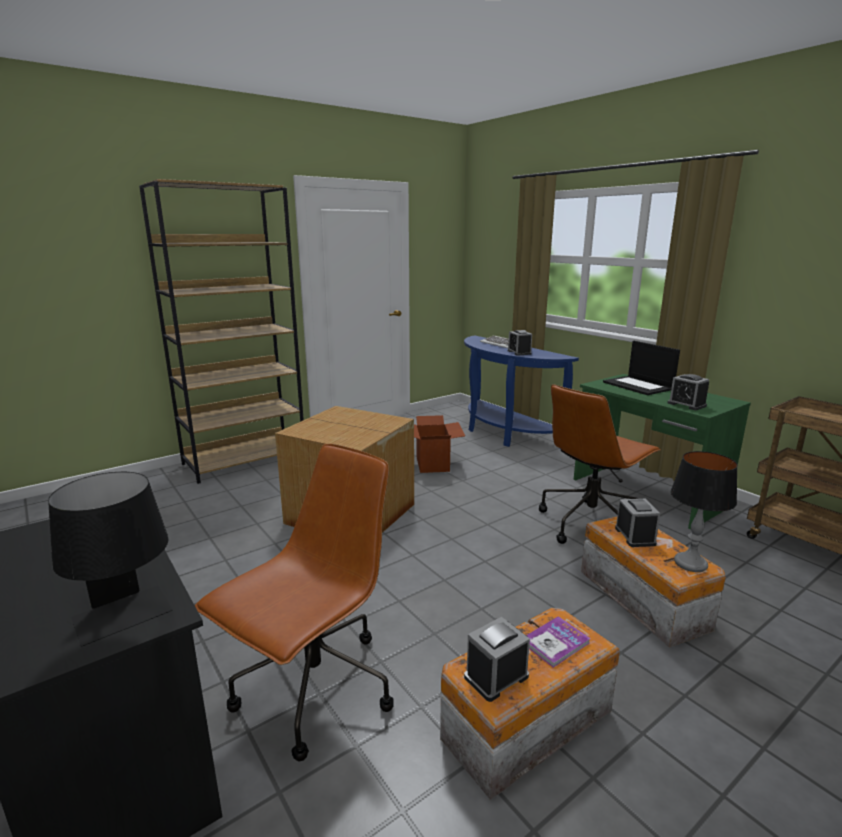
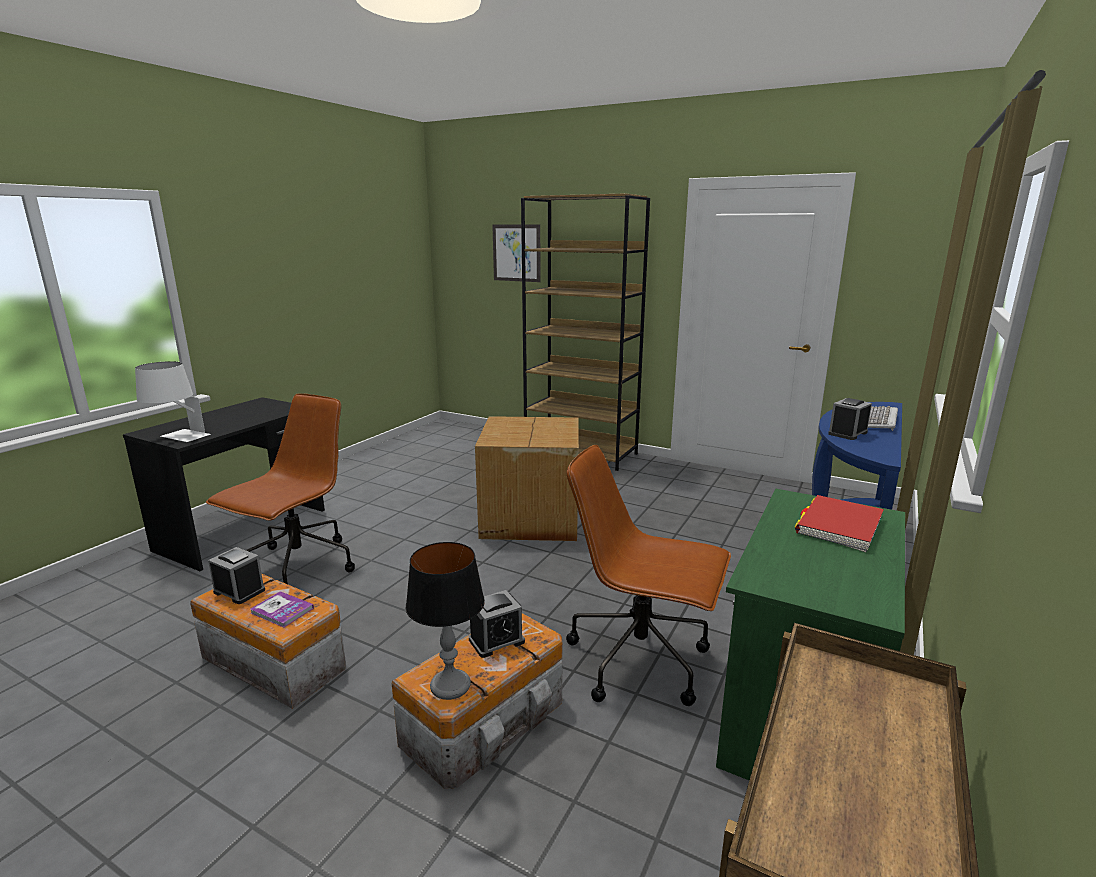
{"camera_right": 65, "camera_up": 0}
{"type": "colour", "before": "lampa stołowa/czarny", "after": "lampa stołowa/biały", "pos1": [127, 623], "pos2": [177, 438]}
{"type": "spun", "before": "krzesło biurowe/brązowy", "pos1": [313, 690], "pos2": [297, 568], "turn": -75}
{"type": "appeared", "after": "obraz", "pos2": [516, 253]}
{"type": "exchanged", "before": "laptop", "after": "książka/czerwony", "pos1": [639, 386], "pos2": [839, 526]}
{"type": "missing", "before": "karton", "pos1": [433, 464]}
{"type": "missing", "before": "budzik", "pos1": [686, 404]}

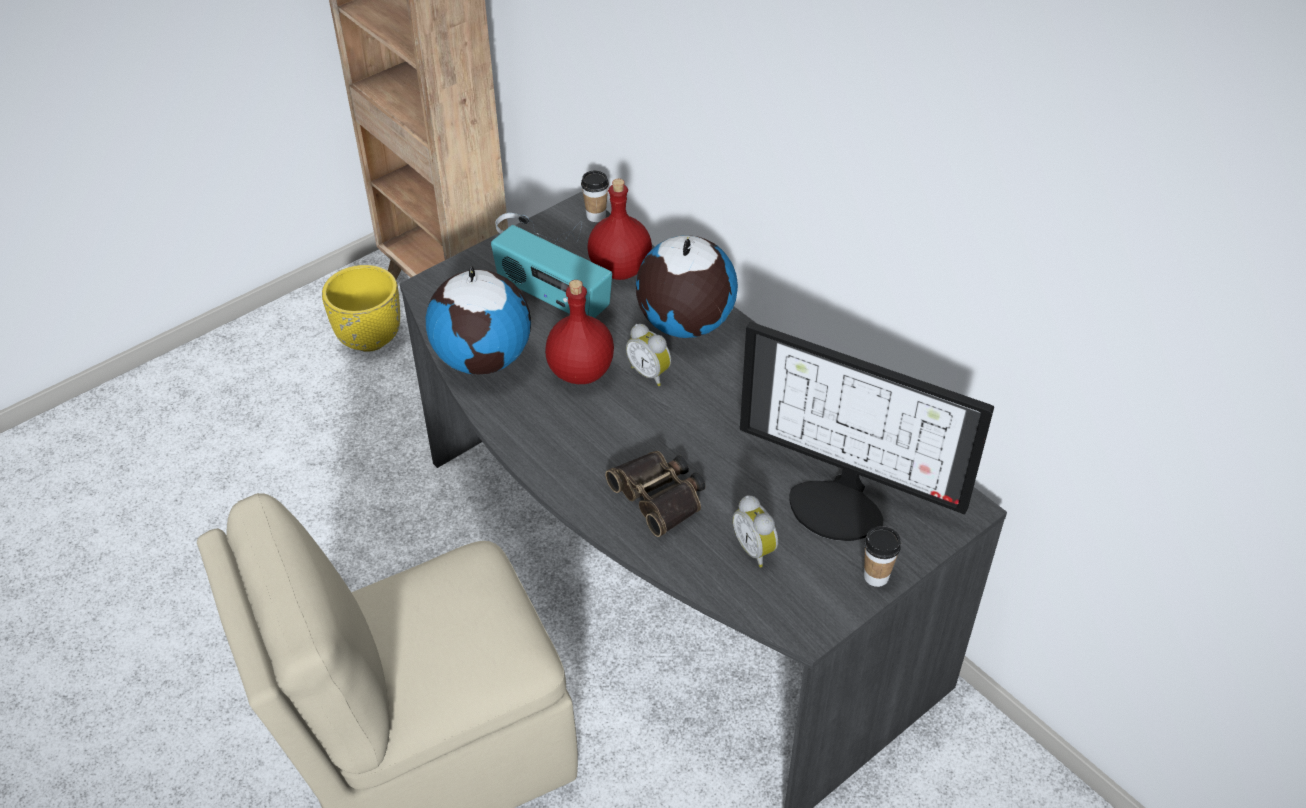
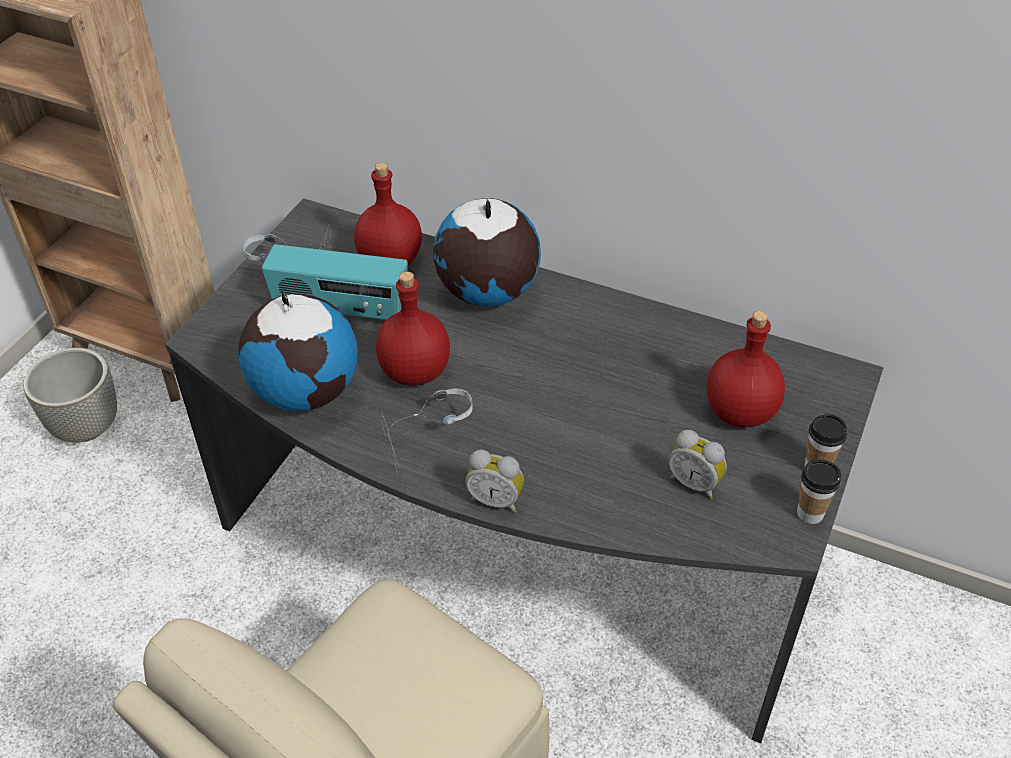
{"camera_right": -25, "camera_up": 0}
{"type": "colour", "before": "donica/żółty", "after": "donica/szary", "pos1": [370, 338], "pos2": [86, 426]}
{"type": "appeared", "after": "słuchawki", "pos2": [434, 443]}
{"type": "relocated", "before": "budzik", "pos1": [650, 373], "pos2": [496, 500]}
{"type": "exchanged", "before": "monitor", "after": "butelka/czerwony", "pos1": [840, 503], "pos2": [740, 411]}
{"type": "relocated", "before": "filiżanka", "pos1": [596, 216], "pos2": [810, 513]}
{"type": "missing", "before": "lornetka", "pos1": [660, 496]}

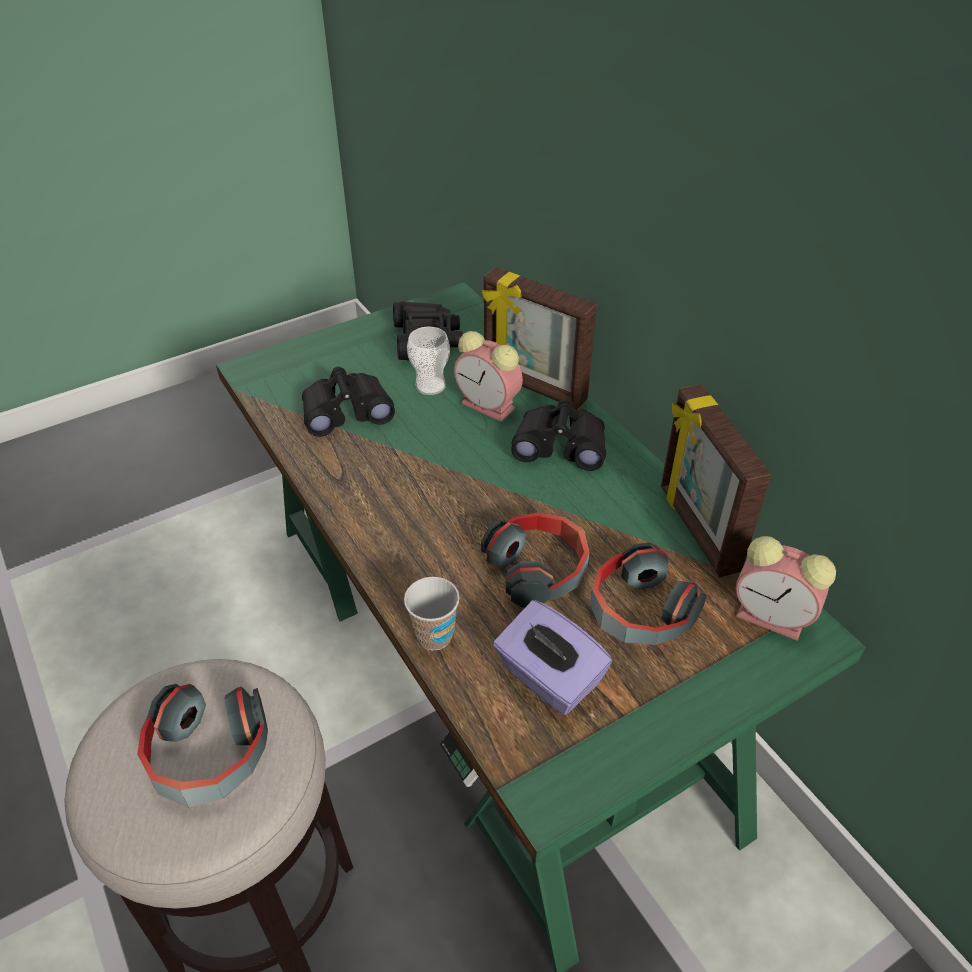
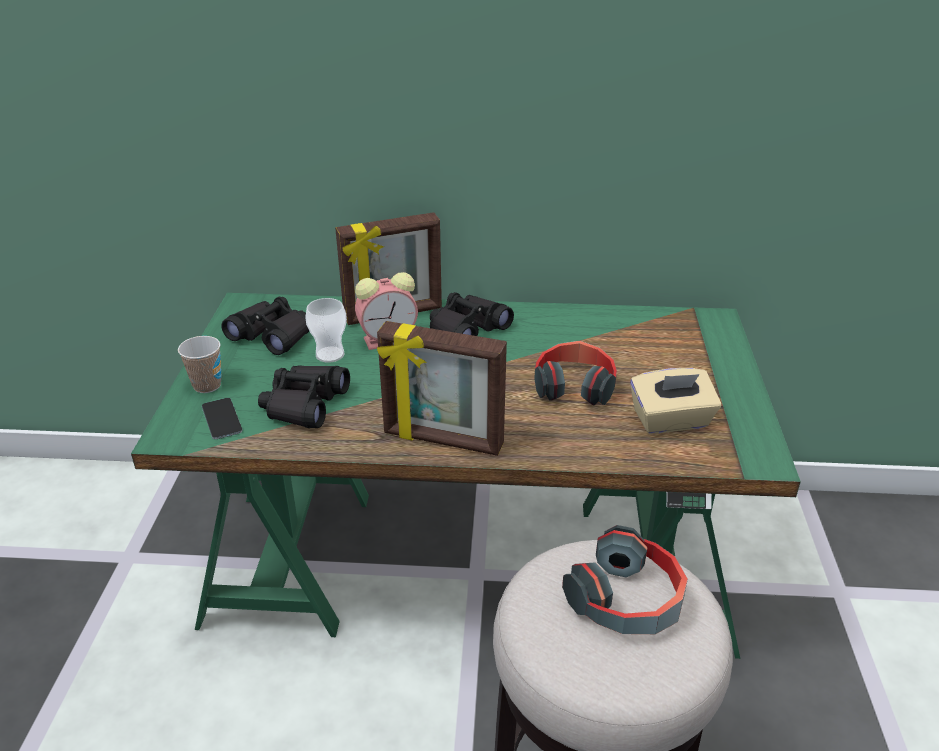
{"camera_right": -55, "camera_up": -10}
{"type": "relocated", "before": "filiżanka", "pos1": [434, 636], "pos2": [207, 385]}
{"type": "appeared", "after": "telefon", "pos2": [222, 419]}
{"type": "relocated", "before": "ramka na zdjęcie", "pos1": [696, 529], "pos2": [442, 440]}
{"type": "colour", "before": "pudełko chusteczek/fioletowy", "after": "pudełko chusteczek/beżowy", "pos1": [548, 678], "pos2": [671, 421]}
{"type": "missing", "before": "słuchawki", "pos1": [639, 611]}
{"type": "missing", "before": "budzik", "pos1": [774, 617]}

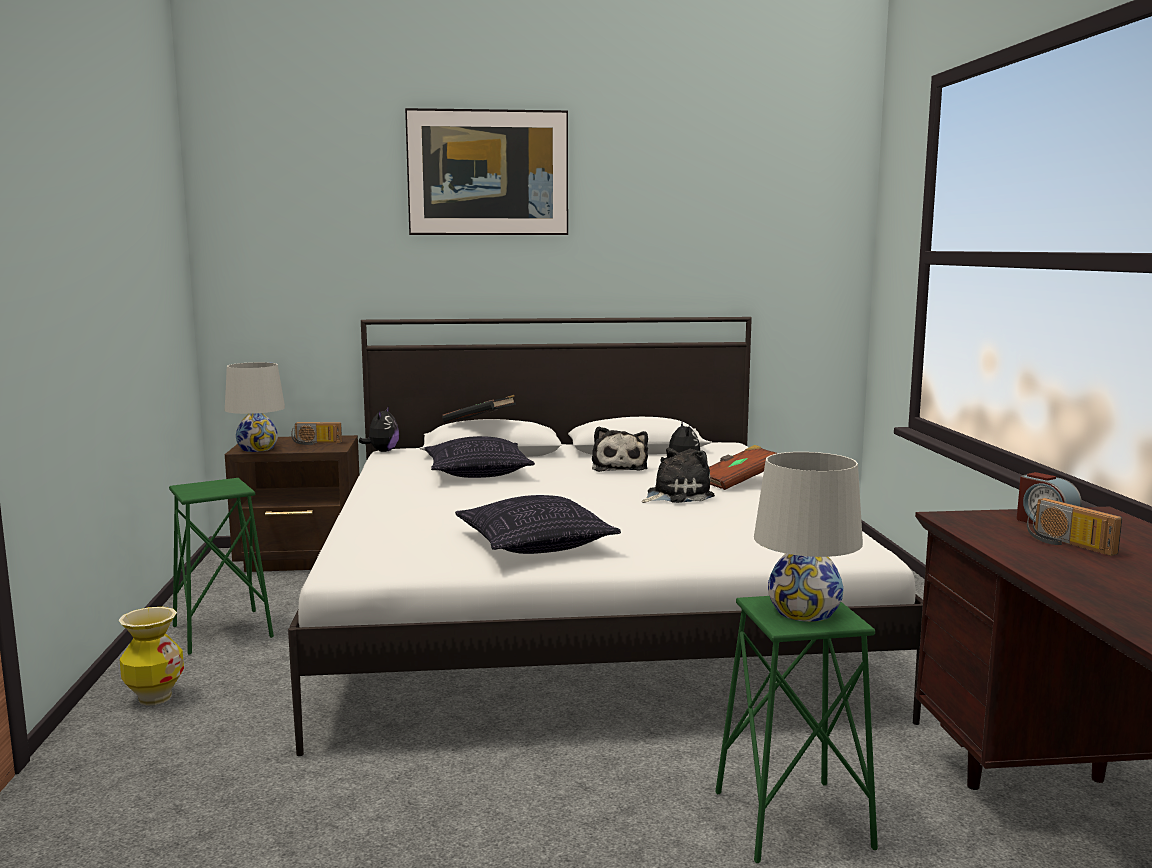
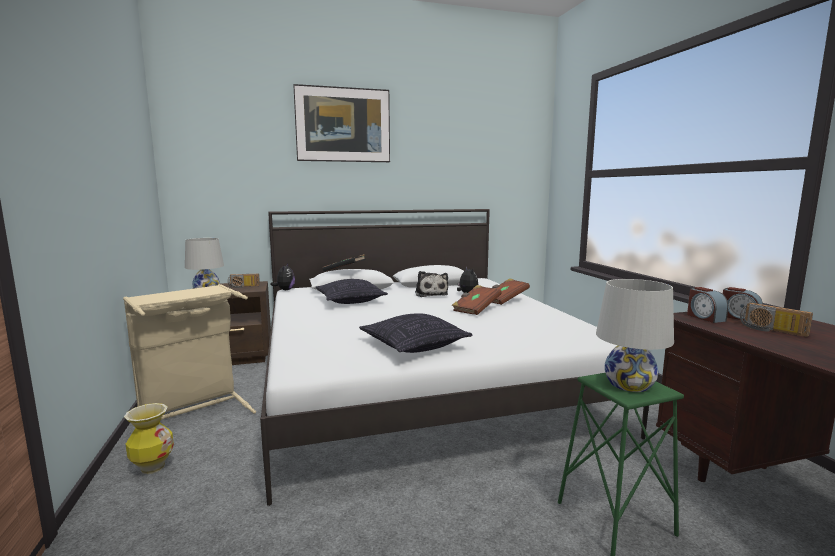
{"camera_right": -10, "camera_up": 0}
{"type": "exchanged", "before": "stołek/zielony", "after": "kosz na pranie/beżowy", "pos1": [223, 631], "pos2": [194, 411]}
{"type": "exchanged", "before": "pluszak", "after": "książka/brązowy", "pos1": [676, 495], "pos2": [475, 309]}
{"type": "appeared", "after": "budzik", "pos2": [705, 317]}

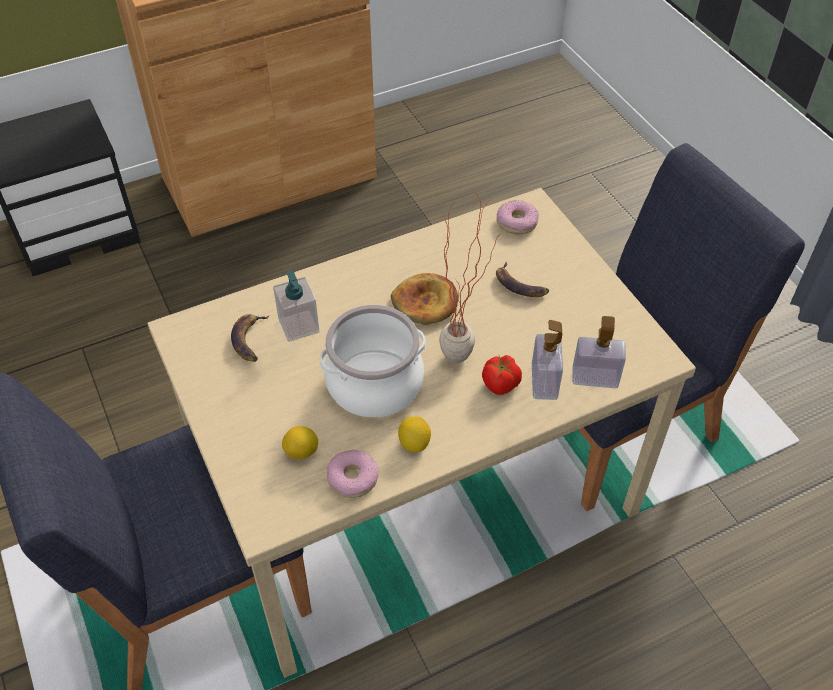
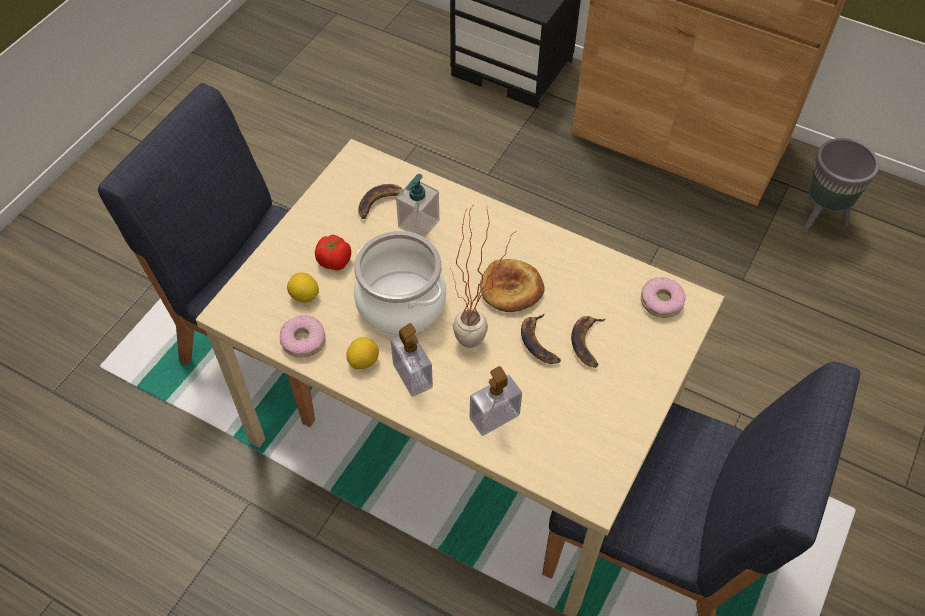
{"camera_right": 55, "camera_up": 5}
{"type": "relocated", "before": "pomidor", "pos1": [501, 384], "pos2": [334, 262]}
{"type": "relocated", "before": "dozownik mydła", "pos1": [595, 377], "pos2": [412, 376]}
{"type": "appeared", "after": "banan", "pos2": [539, 342]}
{"type": "appeared", "after": "donica/szary", "pos2": [820, 218]}

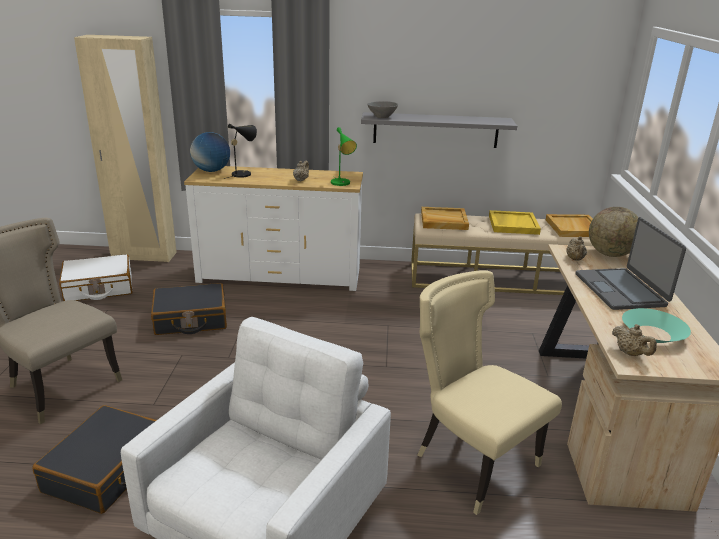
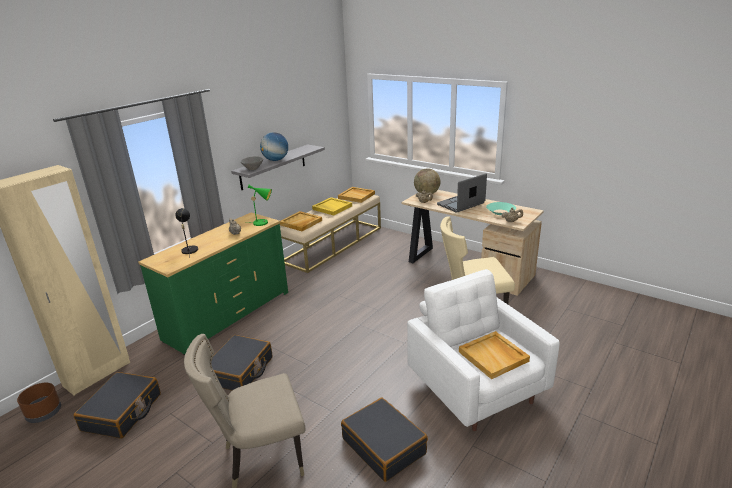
{"camera_right": -55, "camera_up": 0}
{"type": "appeared", "after": "donica/brązowy", "pos2": [44, 413]}
{"type": "colour", "before": "walizka/biały", "after": "walizka/czarny", "pos1": [99, 288], "pos2": [122, 412]}
{"type": "colour", "before": "komoda/biały", "after": "komoda/zielony", "pos1": [280, 275], "pos2": [228, 315]}
{"type": "relocated", "before": "globus", "pos1": [211, 171], "pos2": [275, 160]}
{"type": "spun", "before": "laptop", "pos1": [621, 290], "pos2": [461, 204], "turn": 120}
{"type": "appeared", "after": "taca/beżowy", "pos2": [494, 356]}

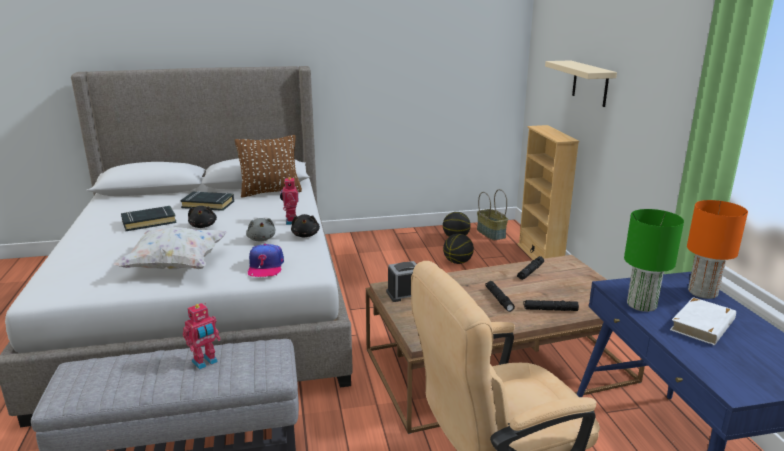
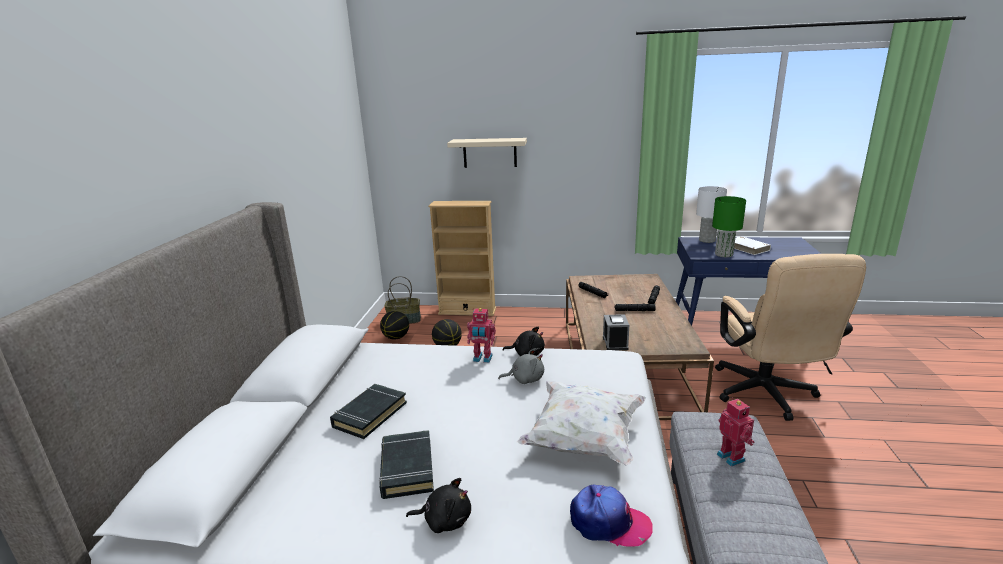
{"camera_right": -70, "camera_up": 0}
{"type": "relocated", "before": "pluszak/czarny", "pos1": [203, 226], "pos2": [445, 520]}
{"type": "relocated", "before": "czapka z daszkiem", "pos1": [265, 267], "pos2": [609, 523]}
{"type": "colour", "before": "lampa stołowa/pomarańczowy", "after": "lampa stołowa/biały", "pos1": [703, 292], "pos2": [707, 240]}
{"type": "missing", "before": "poduszka/brązowy", "pos1": [270, 192]}

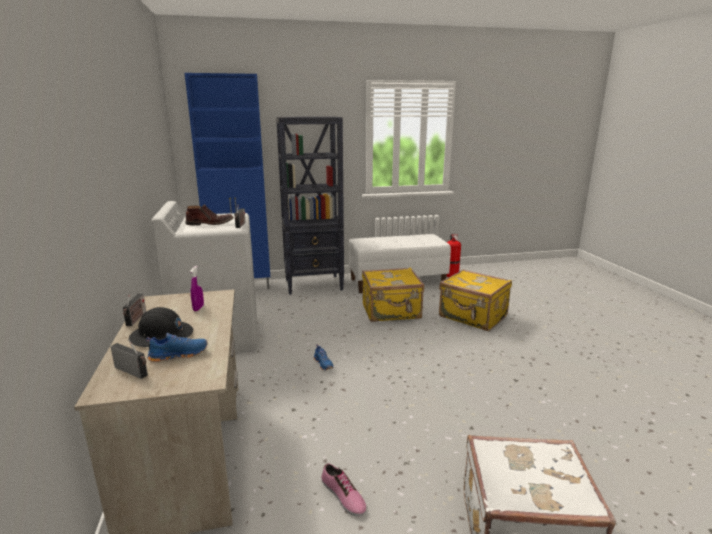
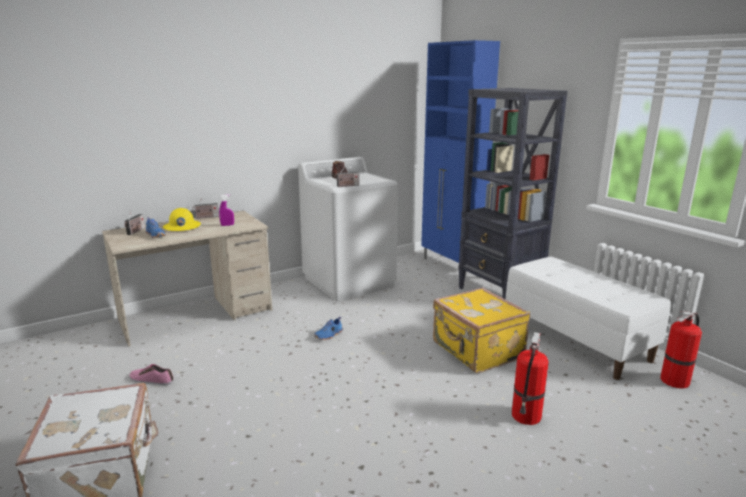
{"camera_right": 70, "camera_up": 0}
{"type": "spun", "before": "but", "pos1": [342, 496], "pos2": [152, 379], "turn": 75}
{"type": "colour", "before": "kask/czarny", "after": "kask/żółty", "pos1": [162, 336], "pos2": [182, 227]}
{"type": "exchanged", "before": "walizka/żółty", "after": "gaśnica", "pos1": [473, 317], "pos2": [526, 416]}

